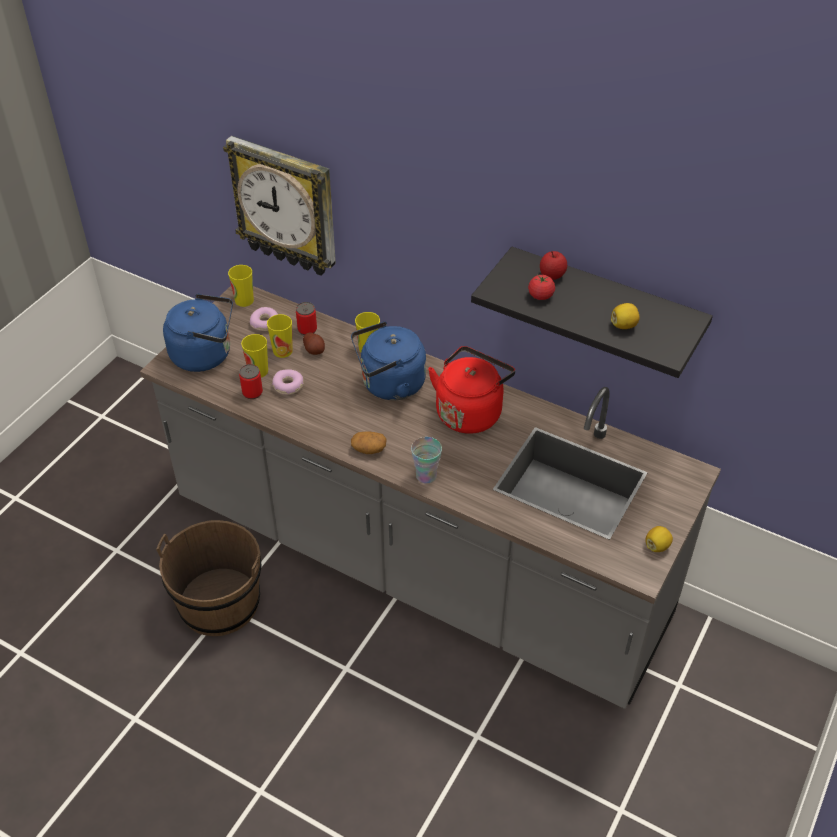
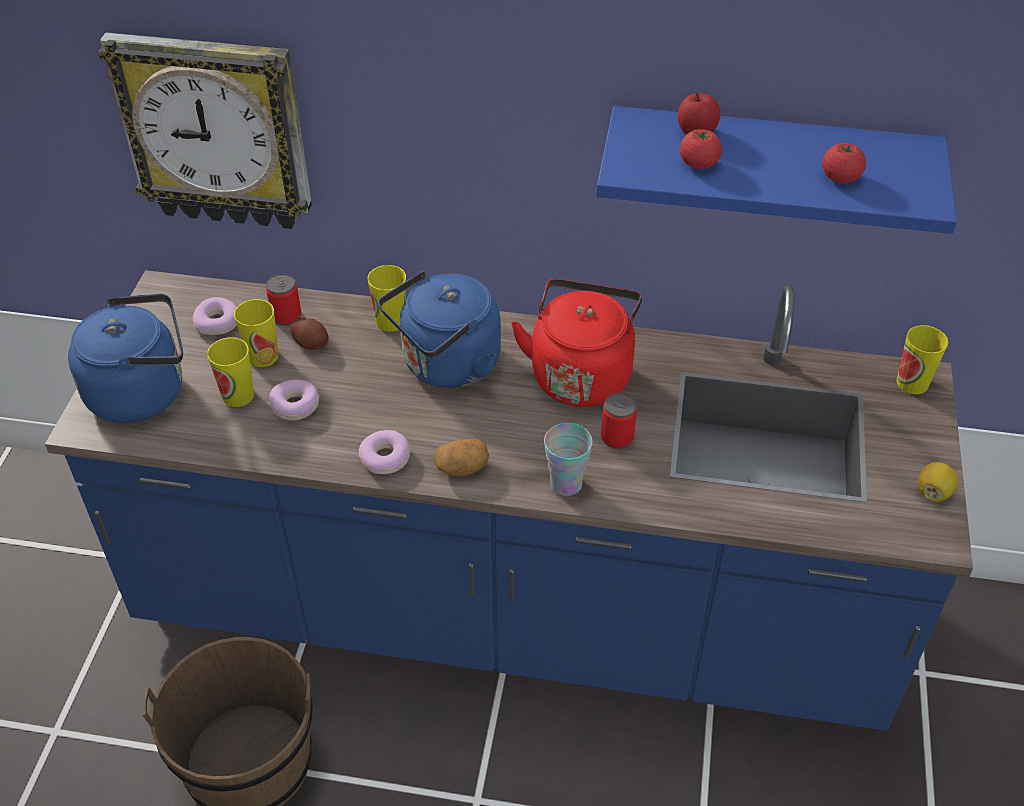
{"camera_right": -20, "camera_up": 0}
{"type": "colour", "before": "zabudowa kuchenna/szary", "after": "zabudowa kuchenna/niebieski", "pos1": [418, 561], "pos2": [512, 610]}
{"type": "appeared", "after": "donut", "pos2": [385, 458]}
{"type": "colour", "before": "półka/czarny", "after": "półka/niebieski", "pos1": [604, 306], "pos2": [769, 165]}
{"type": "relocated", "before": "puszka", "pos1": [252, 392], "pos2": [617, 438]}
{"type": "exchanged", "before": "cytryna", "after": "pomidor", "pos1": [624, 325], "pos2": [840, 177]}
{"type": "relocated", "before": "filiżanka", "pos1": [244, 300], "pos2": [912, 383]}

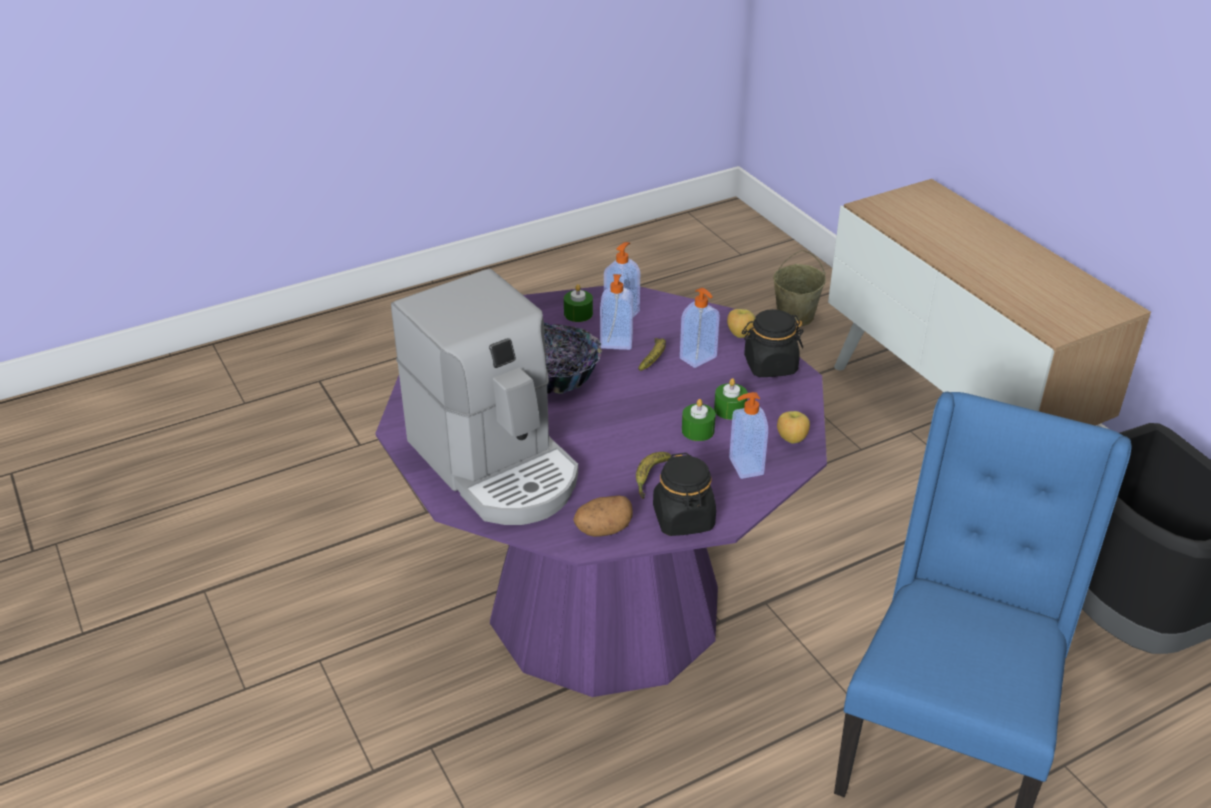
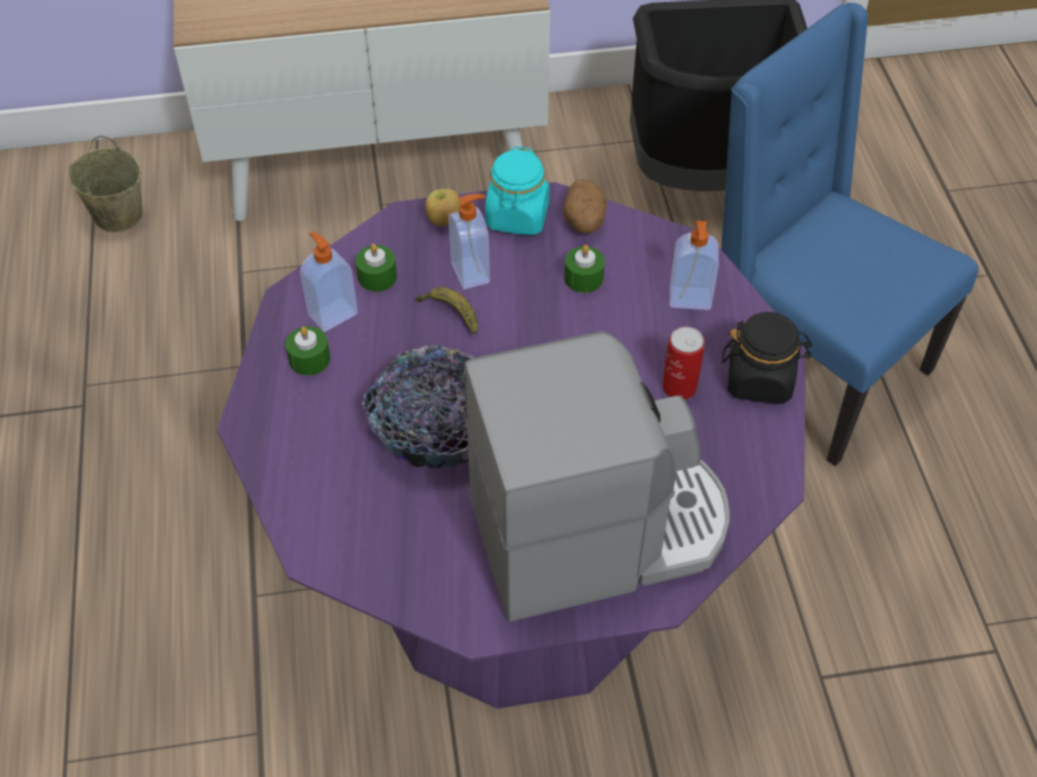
{"camera_right": -70, "camera_up": 15}
{"type": "relocated", "before": "świeca/zielony", "pos1": [698, 430], "pos2": [377, 277]}
{"type": "colour", "before": "słoik/czarny", "after": "słoik/turkusowy", "pos1": [770, 366], "pos2": [517, 217]}
{"type": "relocated", "before": "ziemniak", "pos1": [603, 530], "pos2": [584, 222]}
{"type": "exchanged", "before": "banan", "after": "puszka", "pos1": [650, 478], "pos2": [679, 387]}
{"type": "missing", "before": "dozownik mydła", "pos1": [616, 344]}
{"type": "missing", "before": "jabłko", "pos1": [791, 440]}

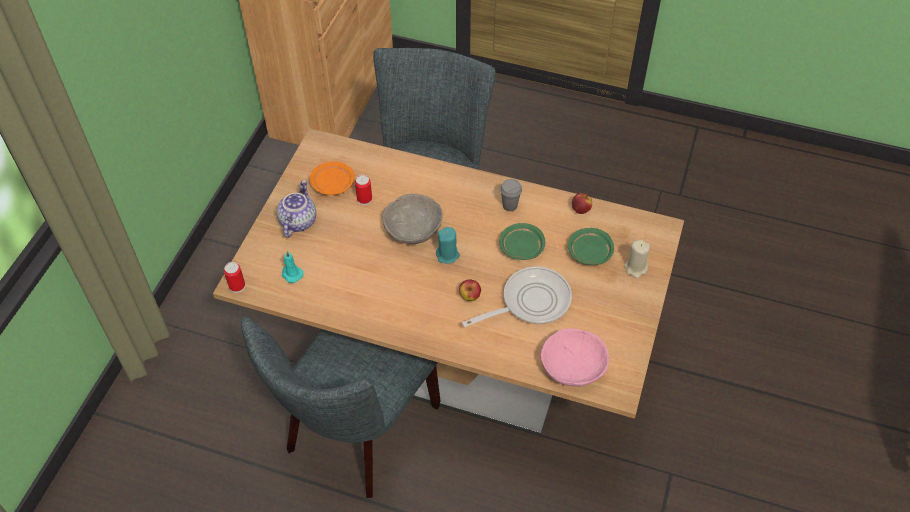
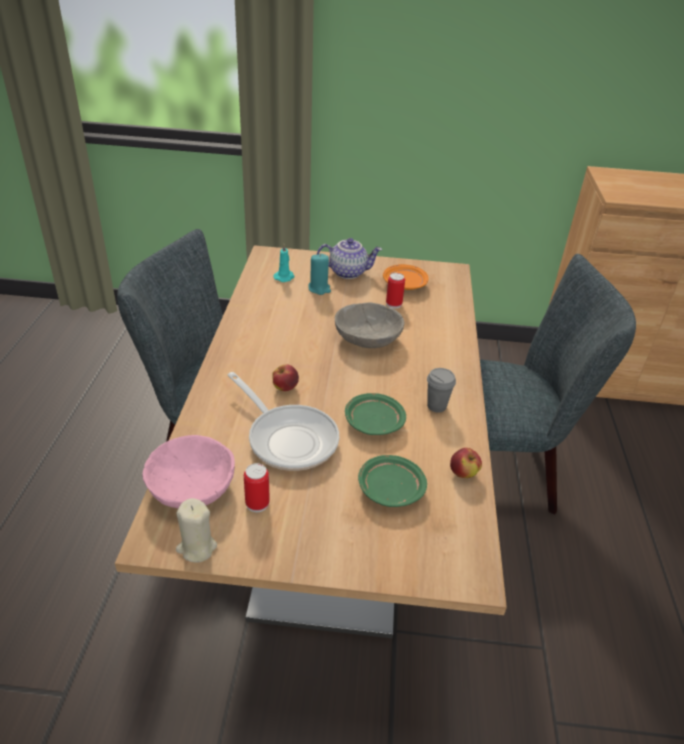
{"camera_right": 75, "camera_up": -15}
{"type": "relocated", "before": "świeca/beżowy", "pos1": [635, 268], "pos2": [196, 547]}
{"type": "relocated", "before": "puszka", "pos1": [237, 286], "pos2": [257, 503]}
{"type": "relocated", "before": "świeca/turkusowy", "pos1": [447, 255], "pos2": [319, 289]}

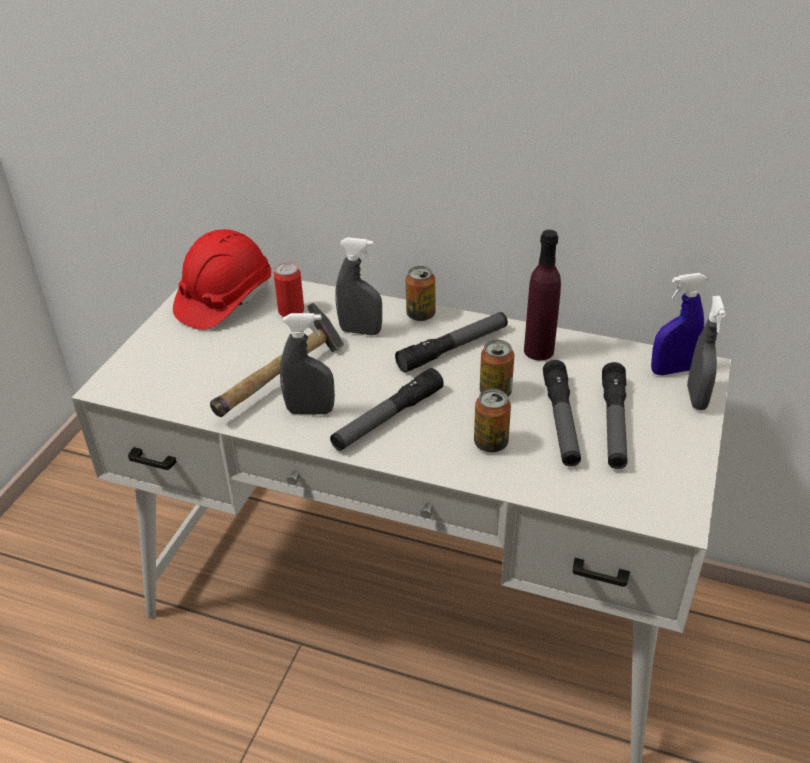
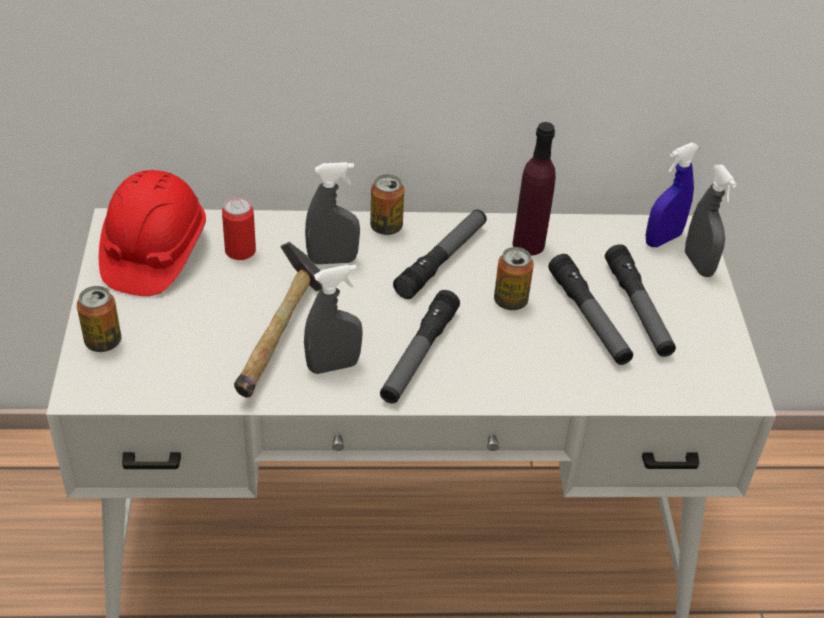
{"camera_right": -25, "camera_up": 5}
{"type": "relocated", "before": "puszka", "pos1": [490, 443], "pos2": [103, 342]}

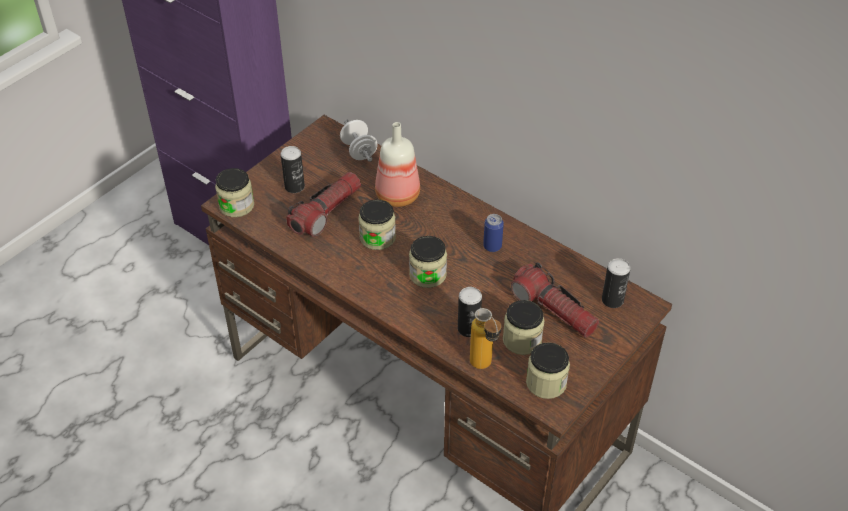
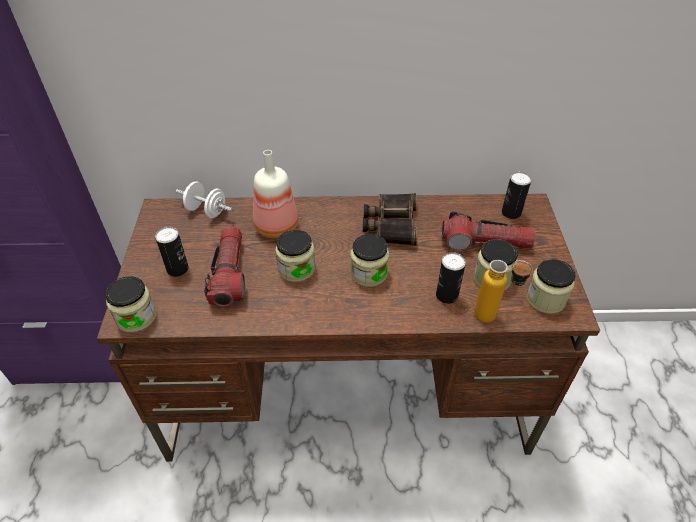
{"camera_right": -40, "camera_up": 0}
{"type": "exchanged", "before": "puszka", "after": "lornetka", "pos1": [492, 246], "pos2": [390, 224]}

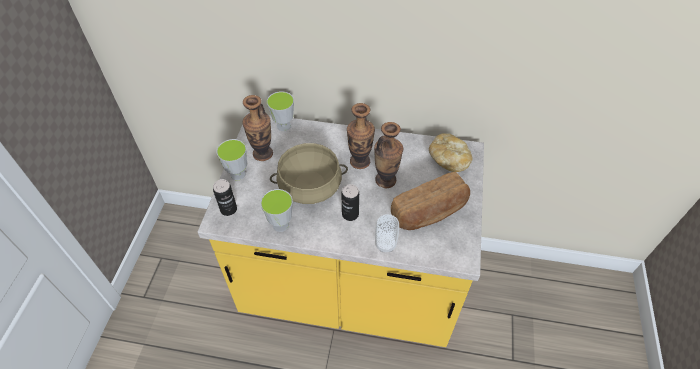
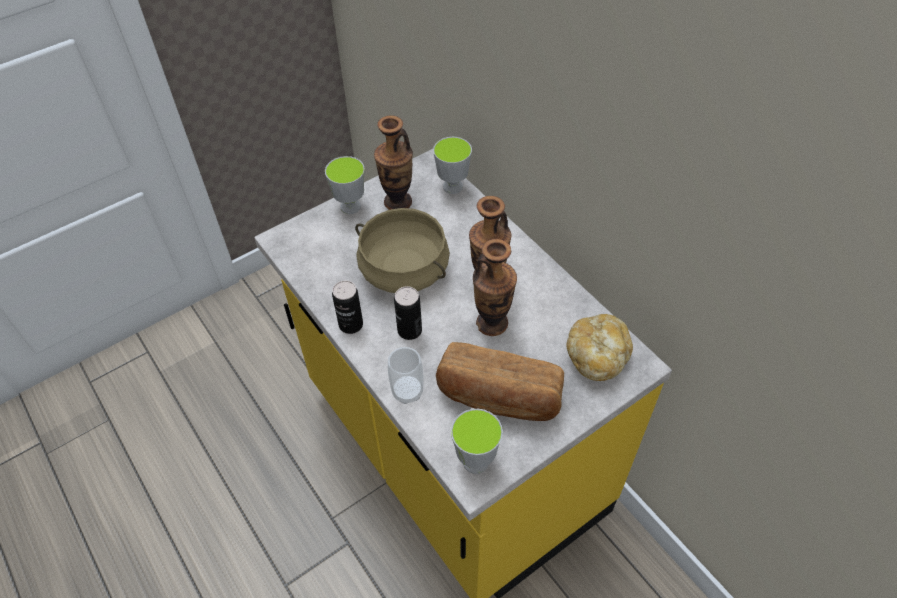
{"camera_right": 45, "camera_up": 0}
{"type": "relocated", "before": "puszka", "pos1": [228, 209], "pos2": [351, 324]}
{"type": "relocated", "before": "filiżanka", "pos1": [280, 225], "pos2": [475, 461]}

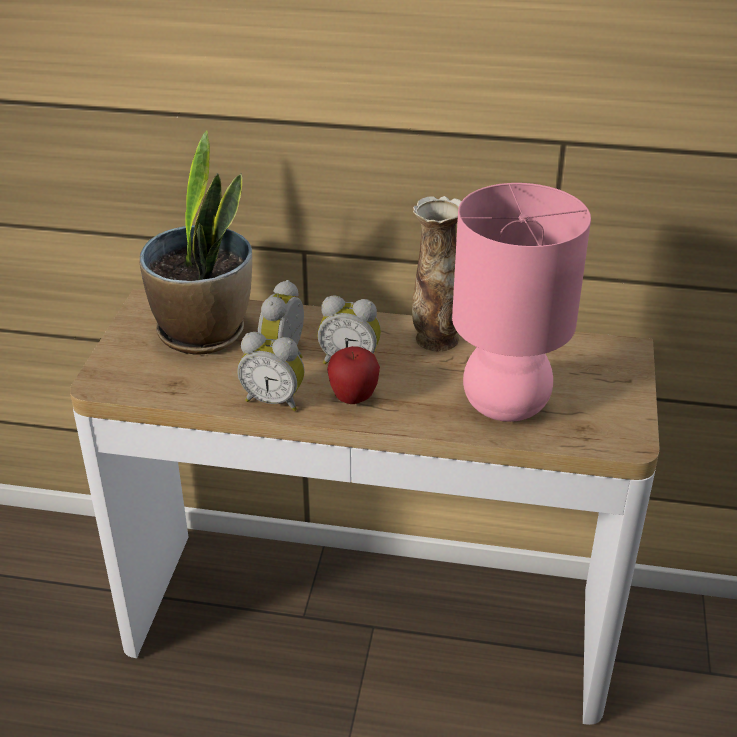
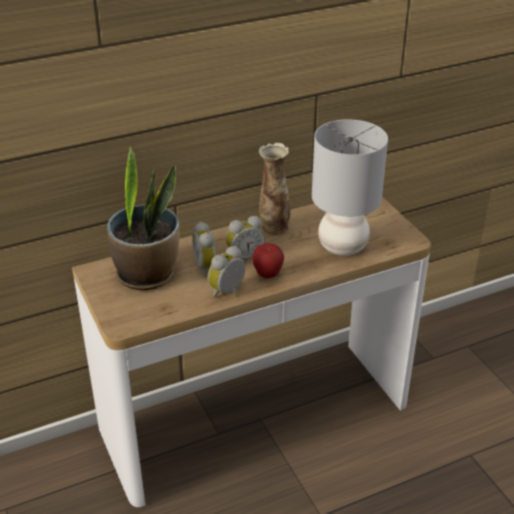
{"camera_right": -35, "camera_up": 0}
{"type": "spun", "before": "budzik", "pos1": [274, 400], "pos2": [229, 293], "turn": 150}
{"type": "colour", "before": "lampa stołowa/różowy", "after": "lampa stołowa/szary", "pos1": [504, 406], "pos2": [342, 247]}

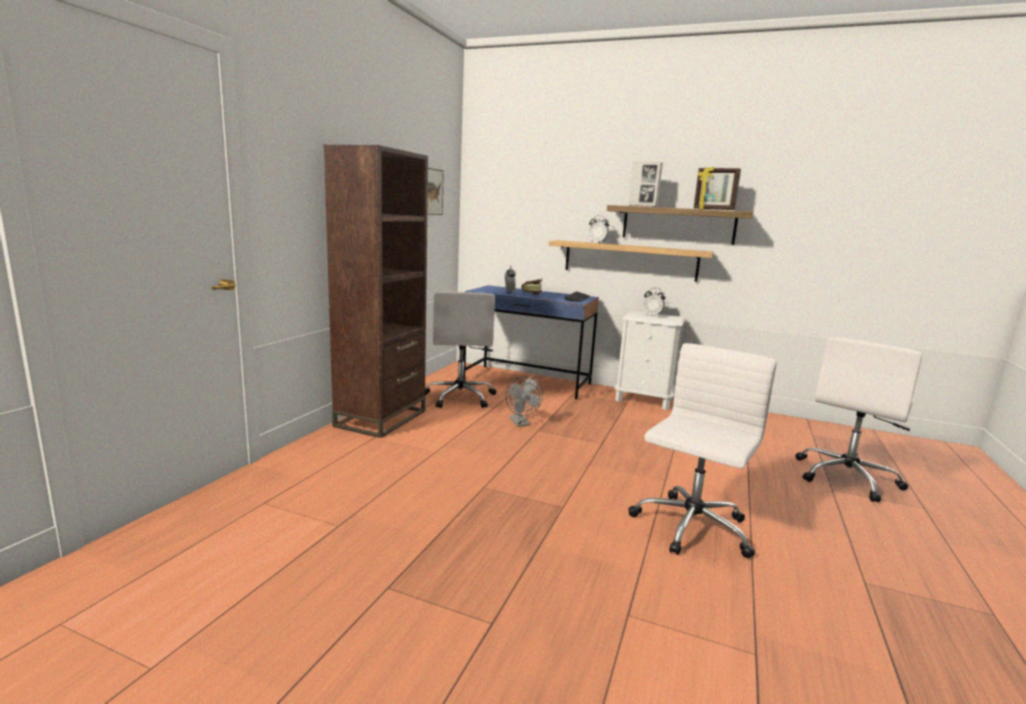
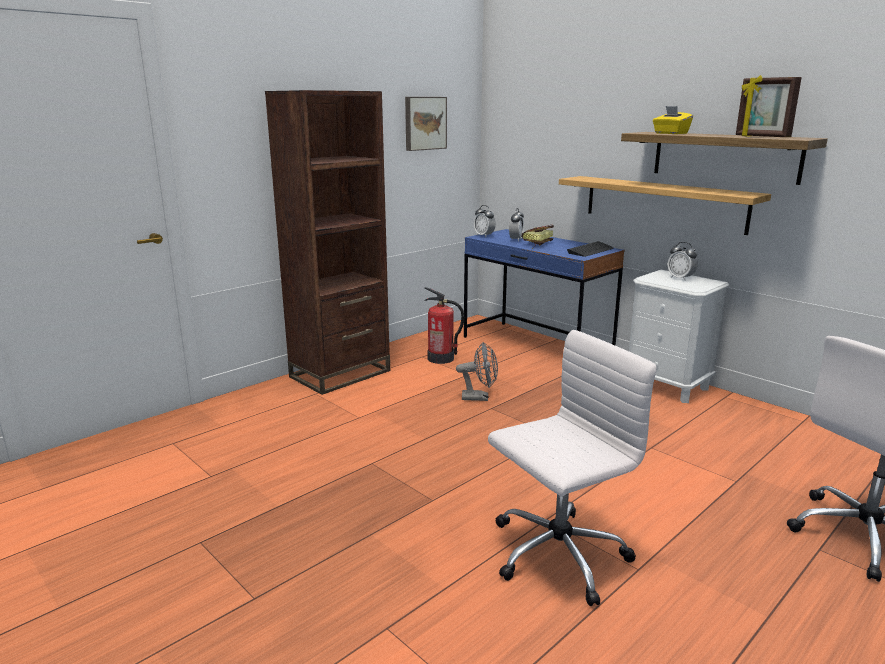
{"camera_right": 25, "camera_up": 5}
{"type": "exchanged", "before": "krzesło biurowe/biały", "after": "gaśnica", "pos1": [460, 397], "pos2": [441, 358]}
{"type": "spun", "before": "wentylator/szary", "pos1": [521, 423], "pos2": [479, 397], "turn": -90}
{"type": "relocated", "before": "budzik", "pos1": [597, 243], "pos2": [484, 236]}
{"type": "exchanged", "before": "ramka na zdjęcie", "after": "pudełko chusteczek/żółty", "pos1": [643, 206], "pos2": [670, 133]}

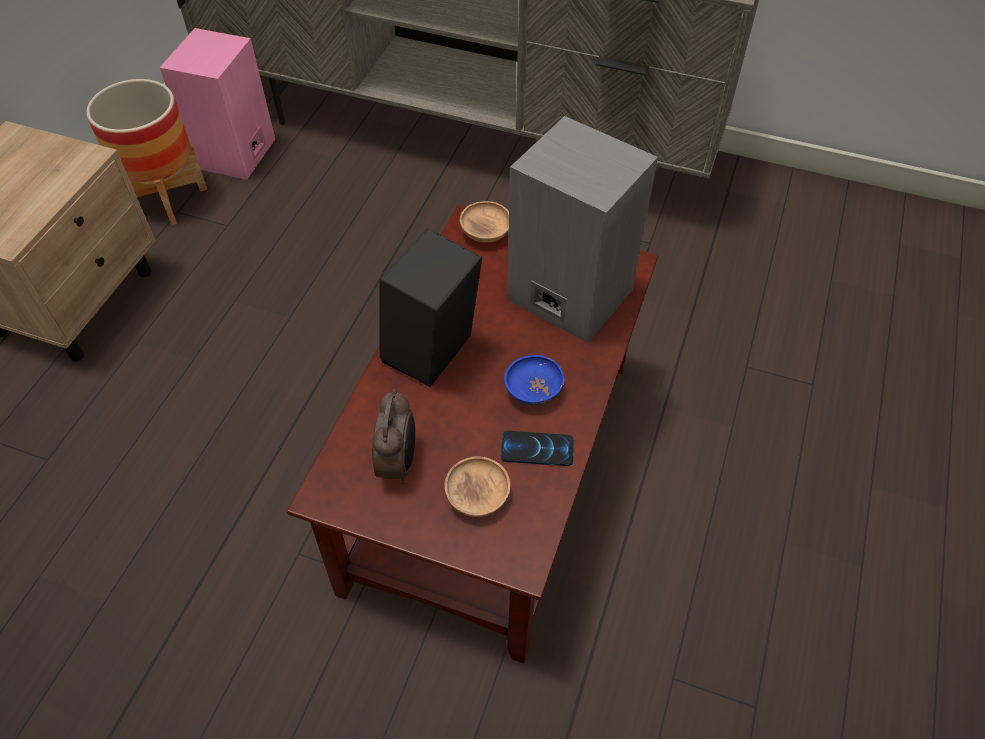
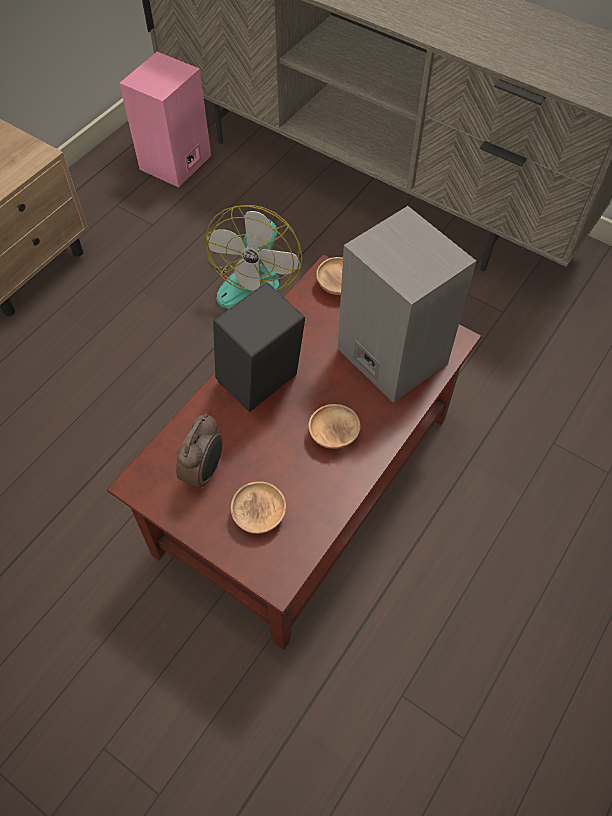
{"camera_right": 15, "camera_up": 5}
{"type": "appeared", "after": "wentylator", "pos2": [254, 277]}
{"type": "colour", "before": "miska/niebieski", "after": "miska/brązowy", "pos1": [533, 390], "pos2": [333, 434]}
{"type": "missing", "before": "donica", "pos1": [167, 198]}
{"type": "missing", "before": "telefon", "pos1": [537, 449]}

